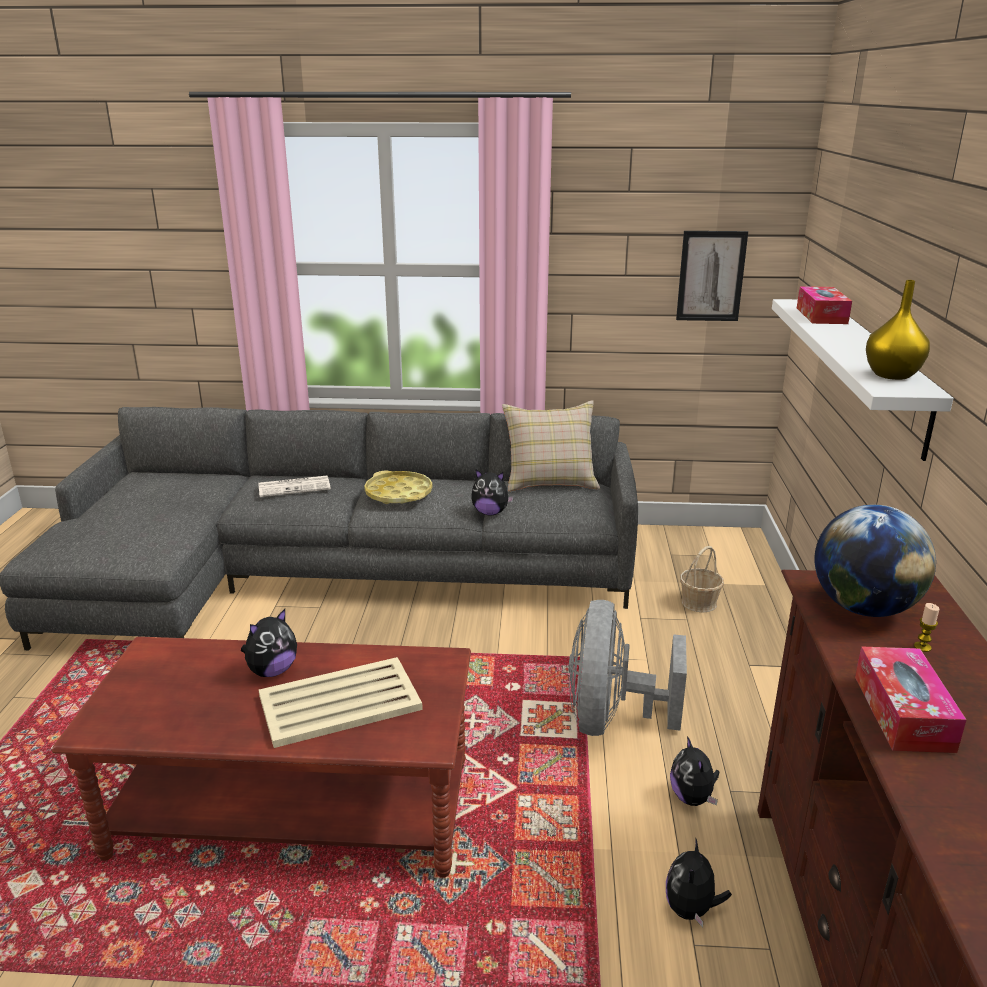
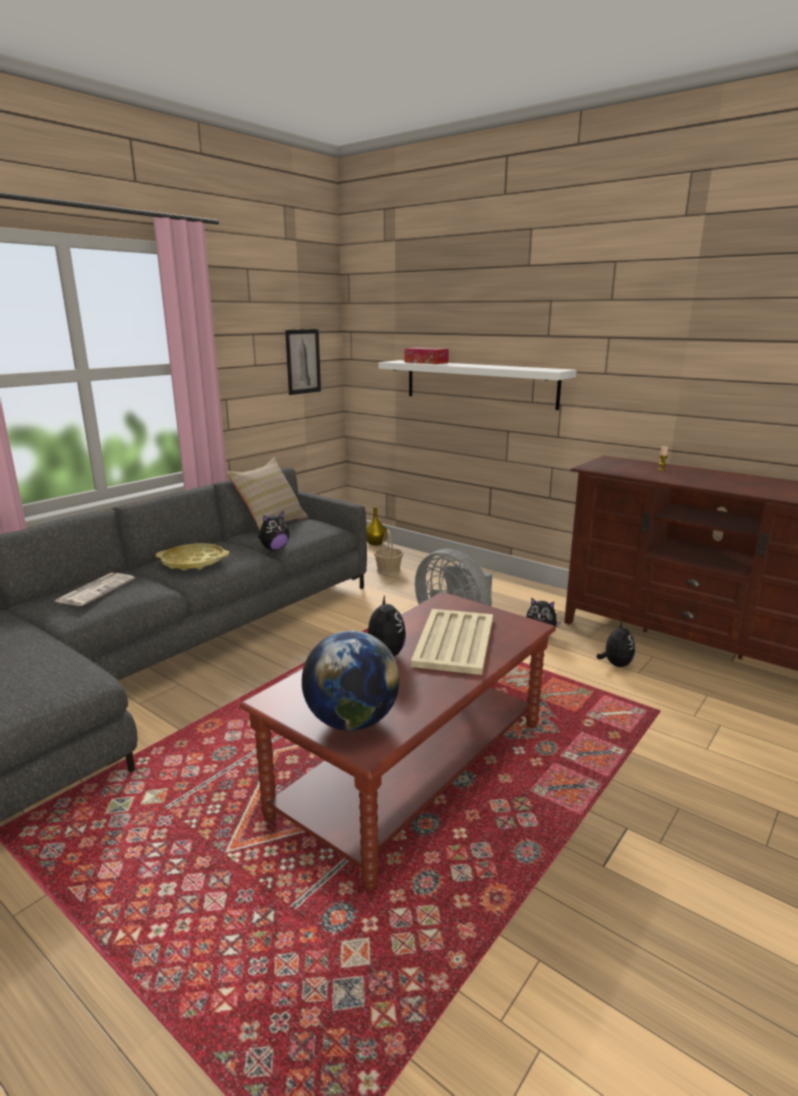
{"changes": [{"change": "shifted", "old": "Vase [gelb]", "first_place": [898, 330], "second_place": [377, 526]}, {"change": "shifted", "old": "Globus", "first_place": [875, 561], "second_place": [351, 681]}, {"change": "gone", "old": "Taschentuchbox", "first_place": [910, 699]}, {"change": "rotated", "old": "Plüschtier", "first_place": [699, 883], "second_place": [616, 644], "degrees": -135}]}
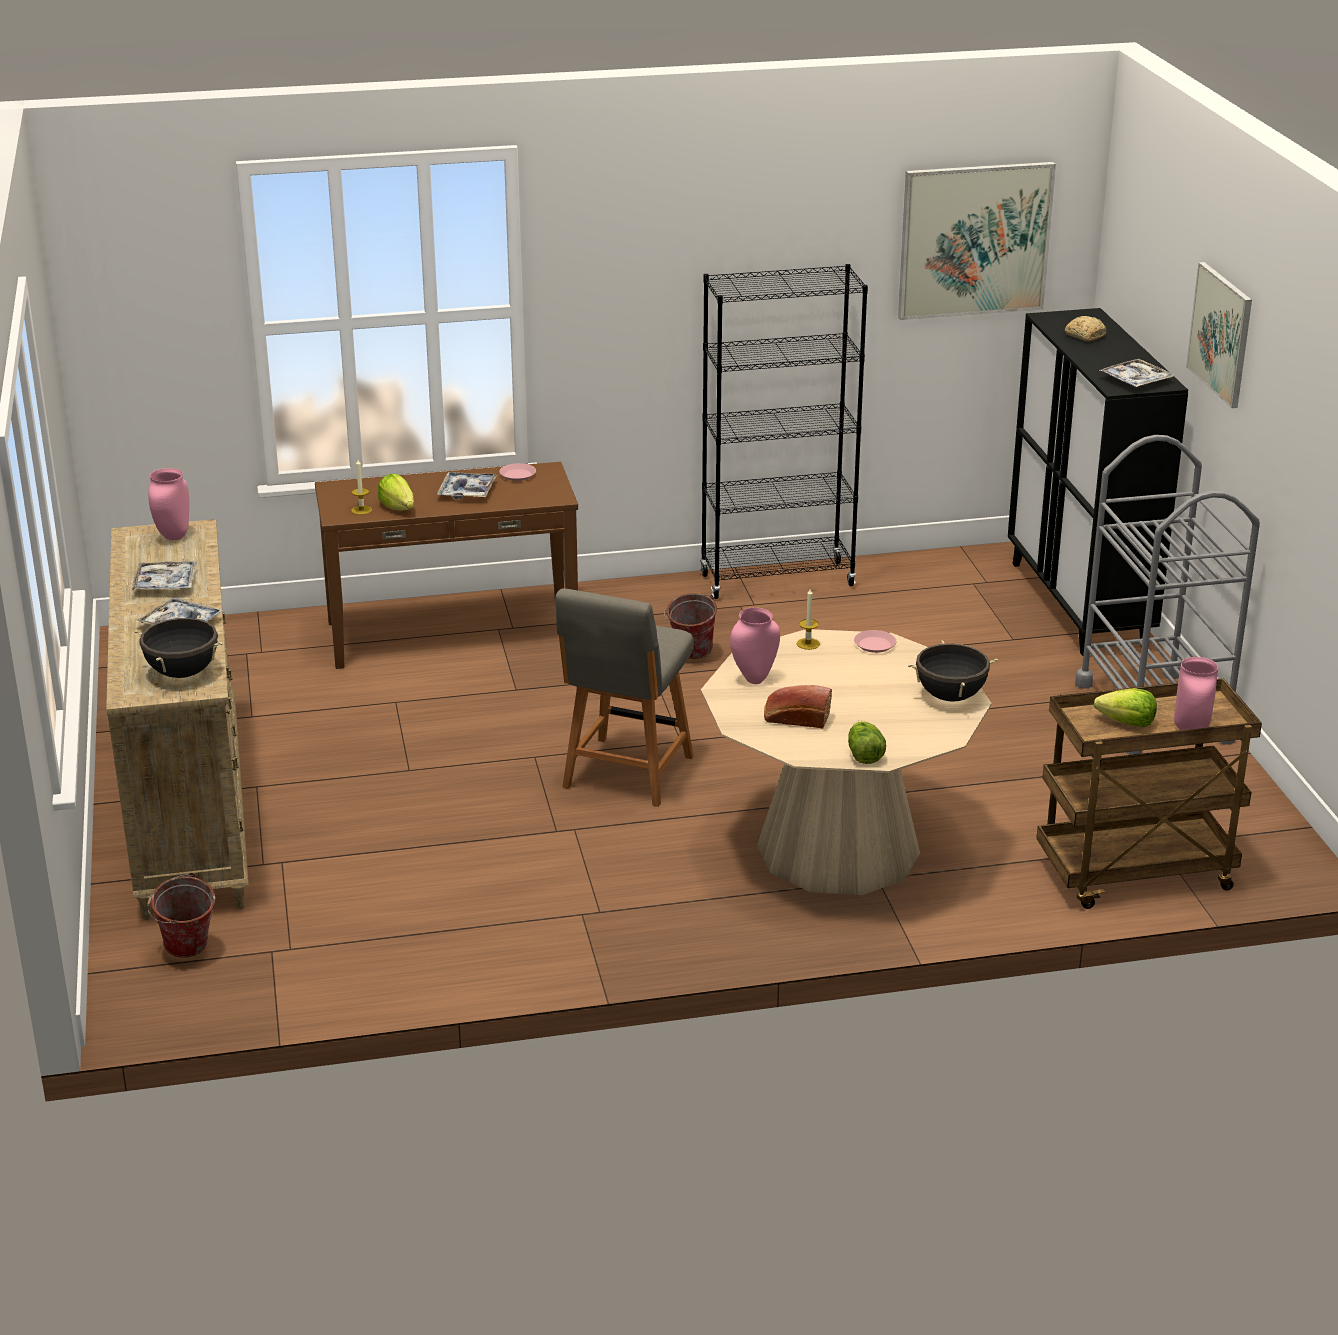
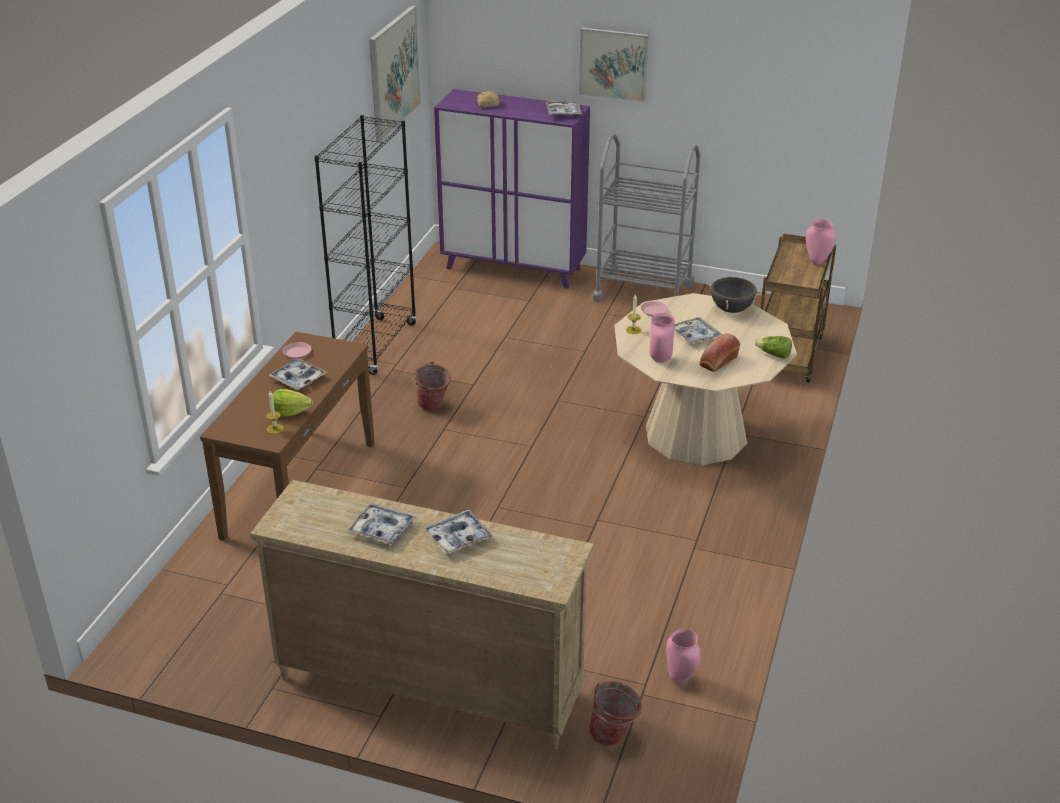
{"changes": [{"change": "repainted", "old": "Schrank [schwarz]", "new": "Schrank [lila]", "first_place": [1098, 482], "second_place": [512, 189]}, {"change": "shifted", "old": "Vase [rosa]", "first_place": [168, 504], "second_place": [683, 656]}, {"change": "gone", "old": "Stuhl [grau]", "first_place": [624, 697]}, {"change": "gone", "old": "Kochtopf [schwarz]", "first_place": [179, 646]}, {"change": "gone", "old": "Salatkopf", "first_place": [1125, 707]}, {"change": "new", "new": "Tablett", "second_place": [698, 330]}]}
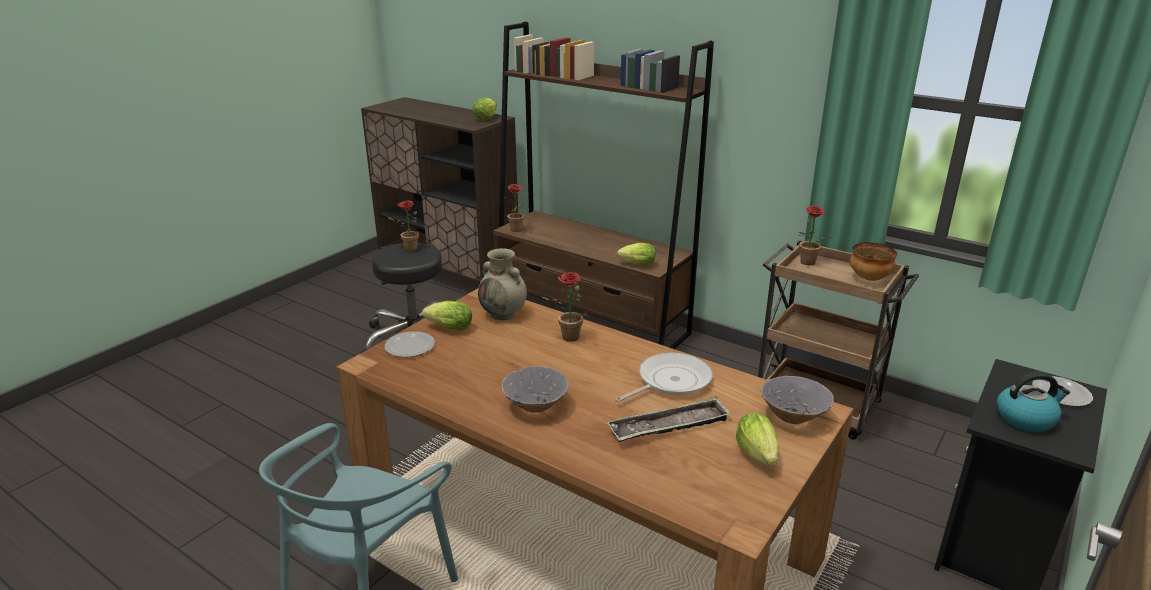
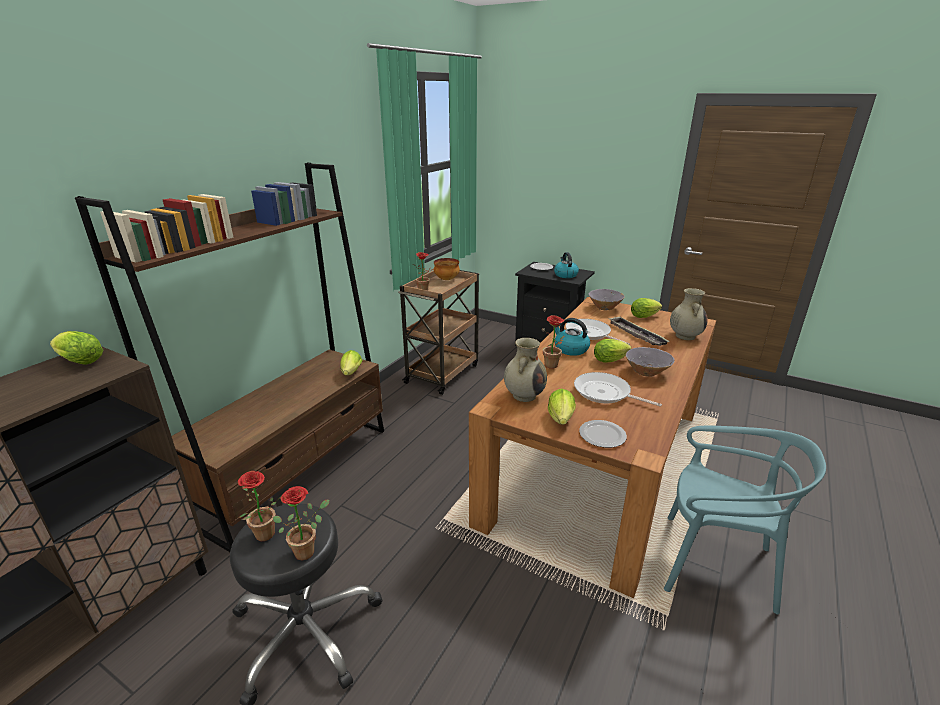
{"changes": [{"change": "shifted", "old": "Topfpflanze", "first_place": [515, 208], "second_place": [301, 523]}, {"change": "new", "new": "Vase [beige]", "second_place": [689, 314]}, {"change": "new", "new": "Wasserkessel", "second_place": [571, 337]}, {"change": "new", "new": "Salatkopf", "second_place": [613, 351]}, {"change": "new", "new": "Pfanne", "second_place": [618, 389]}]}
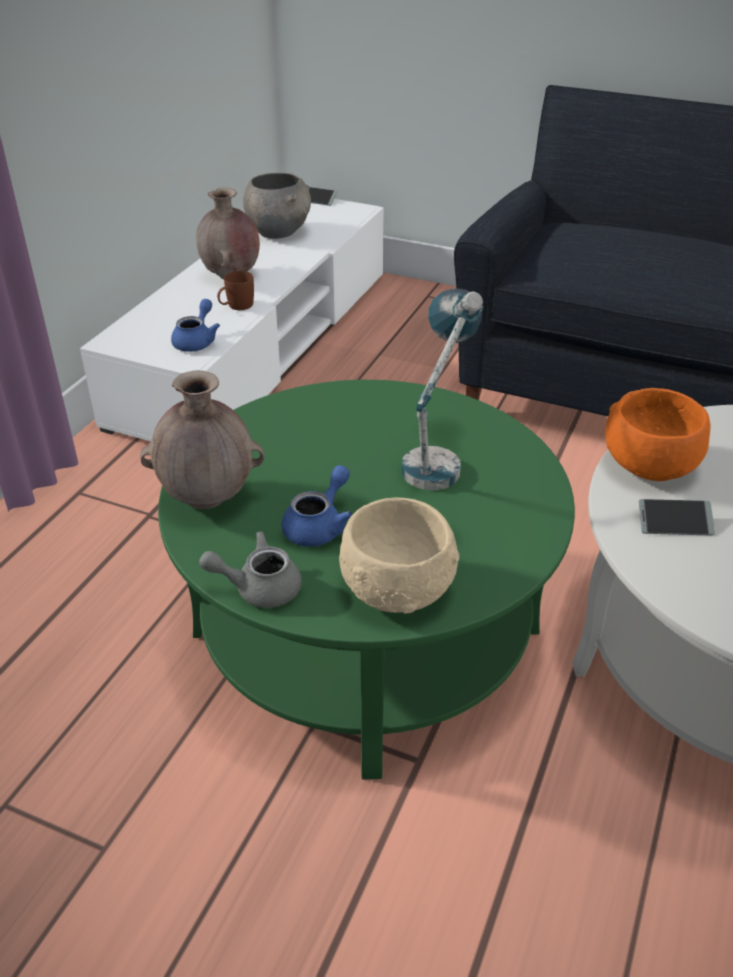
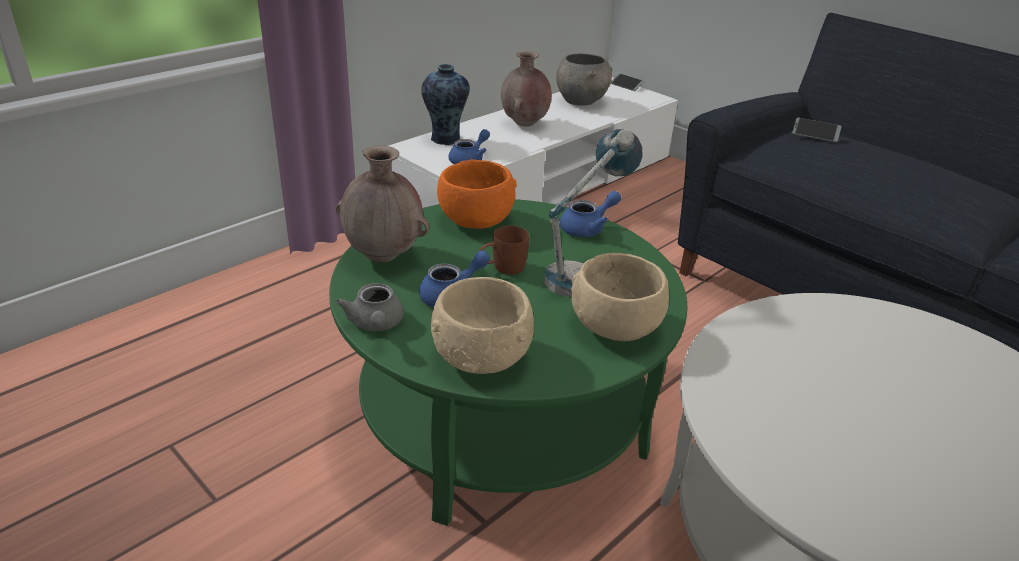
{"changes": [{"change": "shifted", "old": "Henkelbecher [braun]", "first_place": [235, 290], "second_place": [504, 250]}, {"change": "shifted", "old": "Schüssel [orange]", "first_place": [658, 434], "second_place": [477, 194]}, {"change": "shifted", "old": "Handy", "first_place": [677, 517], "second_place": [817, 130]}, {"change": "rotated", "old": "Teekanne [grau]", "first_place": [250, 569], "second_place": [370, 307], "degrees": -120}, {"change": "new", "new": "Vase", "second_place": [445, 104]}, {"change": "new", "new": "Teekanne [blau]", "second_place": [590, 214]}, {"change": "new", "new": "Schüssel [beige]", "second_place": [620, 297]}]}
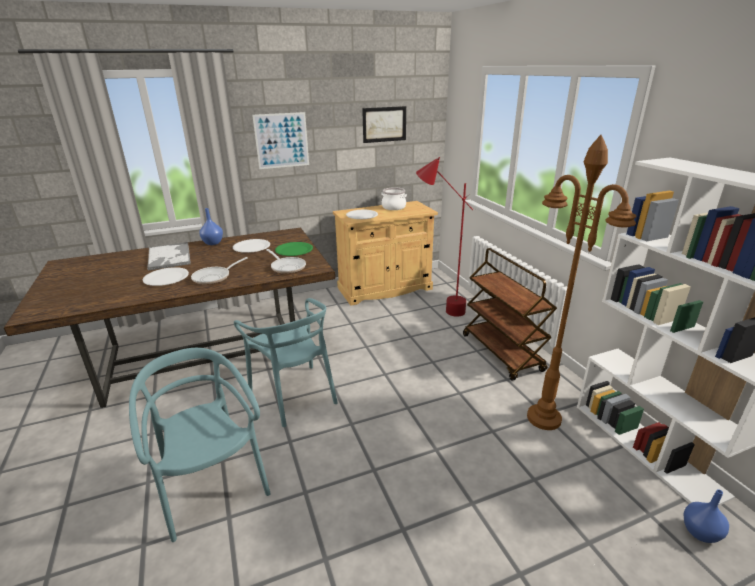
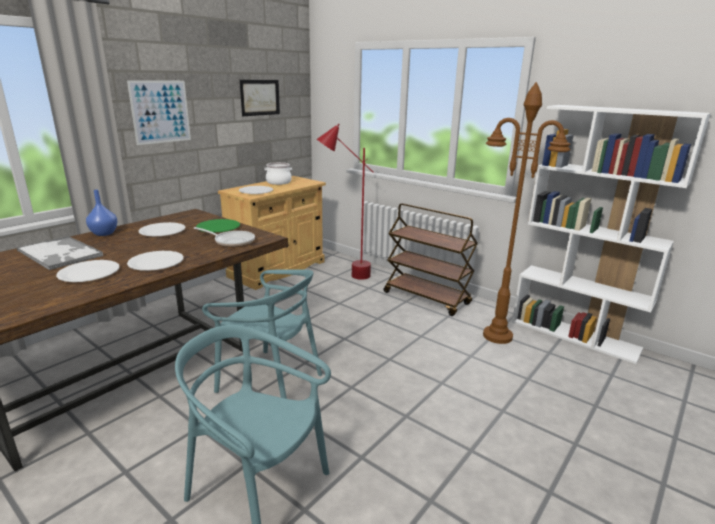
{"changes": [{"change": "swapped", "old": "Pfanne", "new": "Teller [weiß]", "first_place": [219, 271], "second_place": [155, 261]}, {"change": "gone", "old": "Vase [blau]", "first_place": [706, 516]}]}
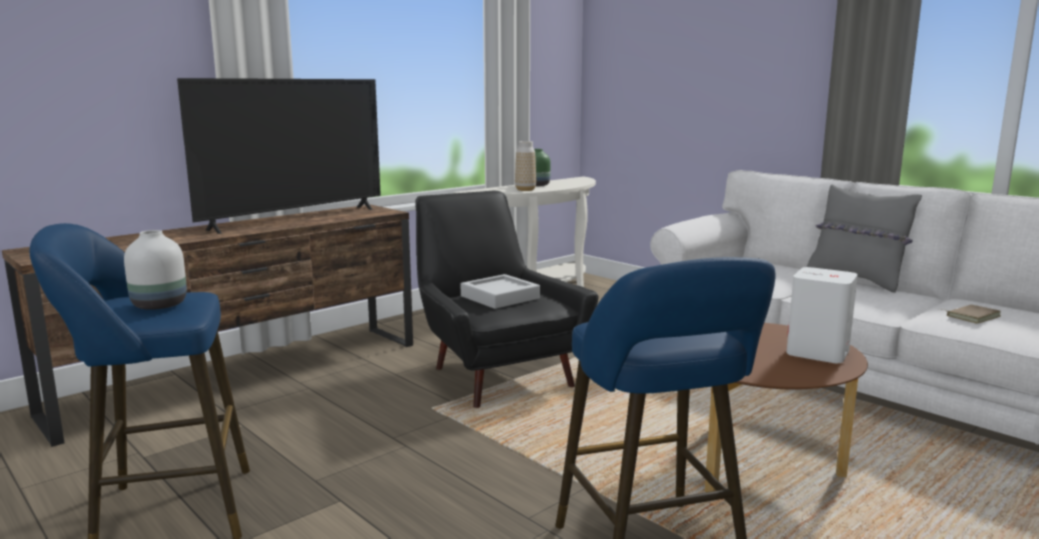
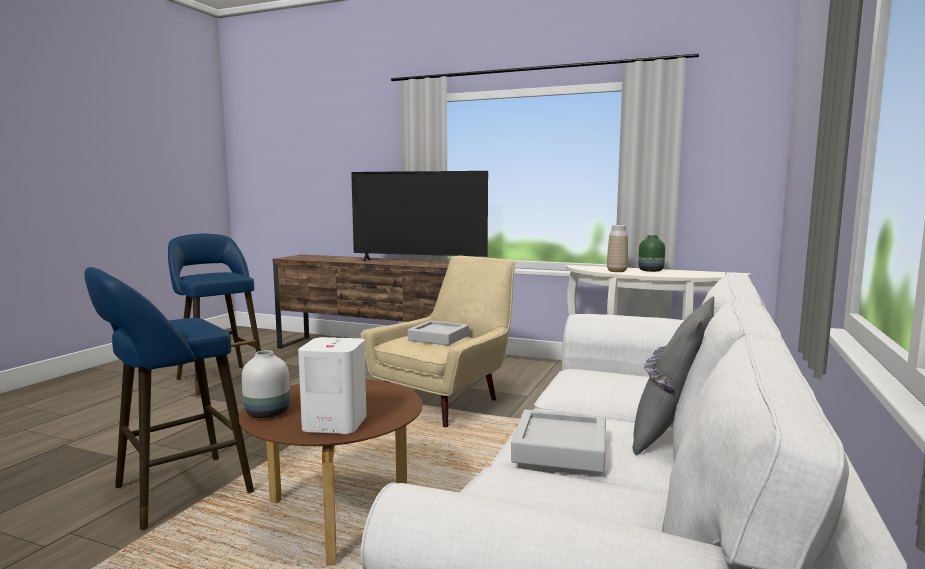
{"changes": [{"change": "repainted", "old": "Sessel [schwarz]", "new": "Sessel [beige]", "first_place": [507, 299], "second_place": [438, 341]}, {"change": "shifted", "old": "Vase [weiß]", "first_place": [155, 270], "second_place": [266, 384]}, {"change": "gone", "old": "Buch [braun]", "first_place": [969, 314]}, {"change": "new", "new": "Tablett [grau]", "second_place": [558, 441]}]}
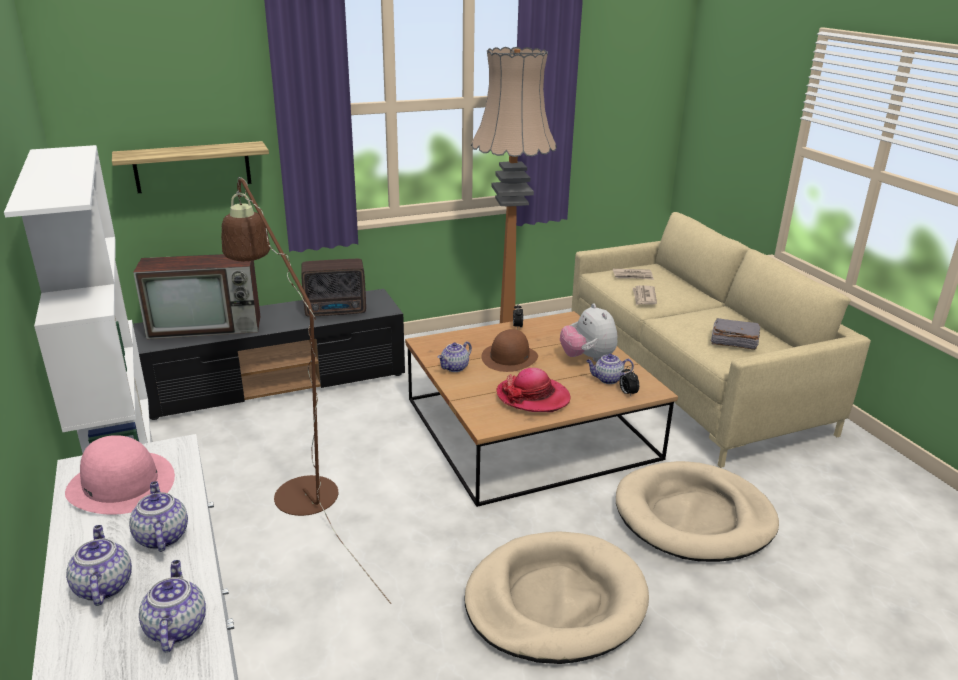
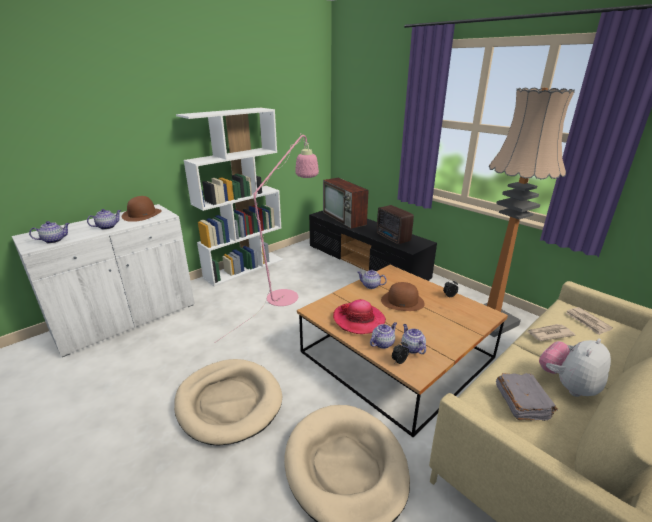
{"changes": [{"change": "gone", "old": "Wandregal", "first_place": [190, 167]}, {"change": "repainted", "old": "Stehlampe [braun]", "new": "Stehlampe [rosa]", "first_place": [306, 390], "second_place": [267, 237]}, {"change": "shifted", "old": "Plüschtier", "first_place": [588, 332], "second_place": [575, 367]}, {"change": "repainted", "old": "Hut [rosa]", "new": "Hut [braun]", "first_place": [120, 475], "second_place": [142, 209]}, {"change": "shifted", "old": "Teekanne", "first_place": [99, 565], "second_place": [383, 335]}]}
